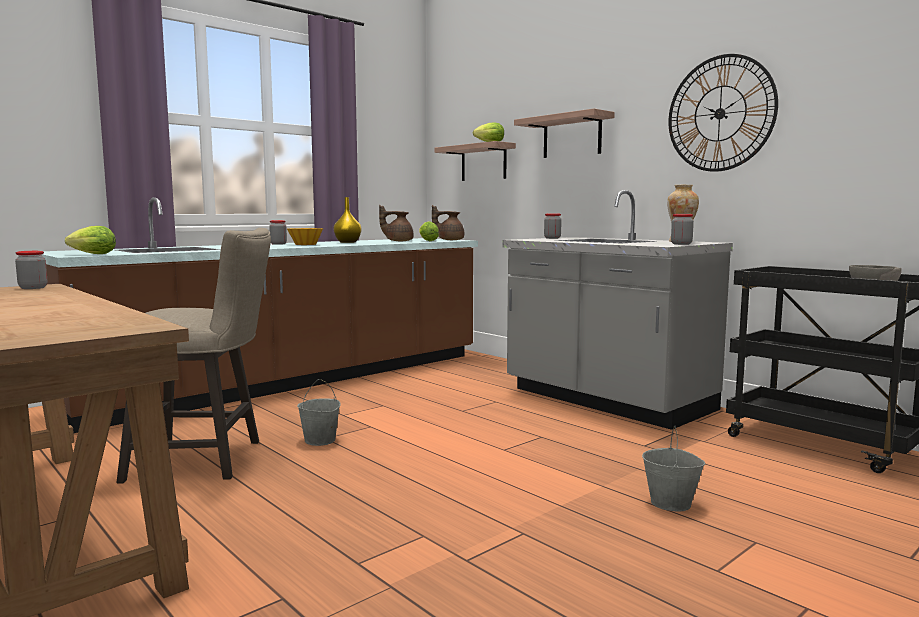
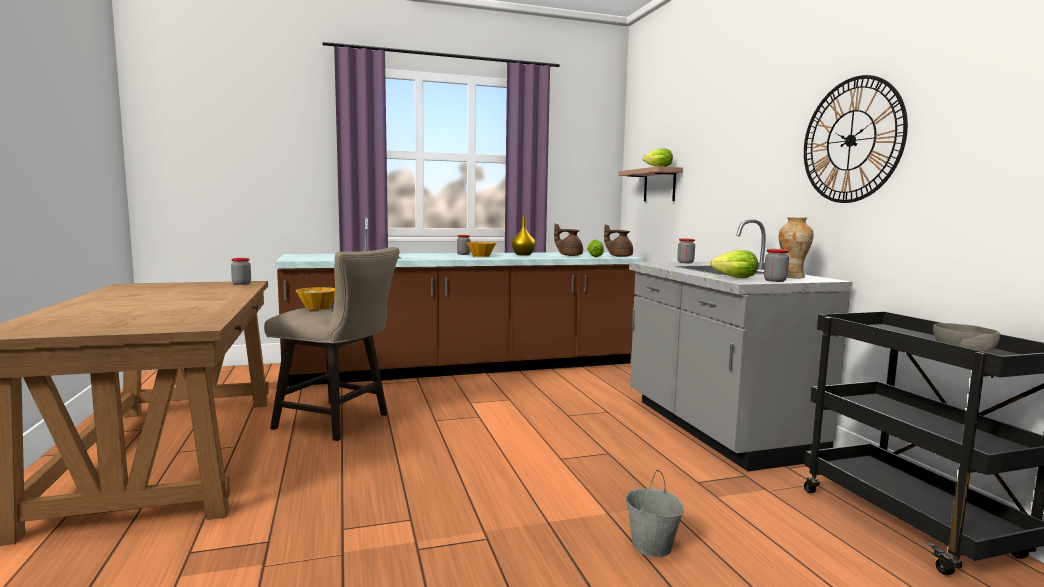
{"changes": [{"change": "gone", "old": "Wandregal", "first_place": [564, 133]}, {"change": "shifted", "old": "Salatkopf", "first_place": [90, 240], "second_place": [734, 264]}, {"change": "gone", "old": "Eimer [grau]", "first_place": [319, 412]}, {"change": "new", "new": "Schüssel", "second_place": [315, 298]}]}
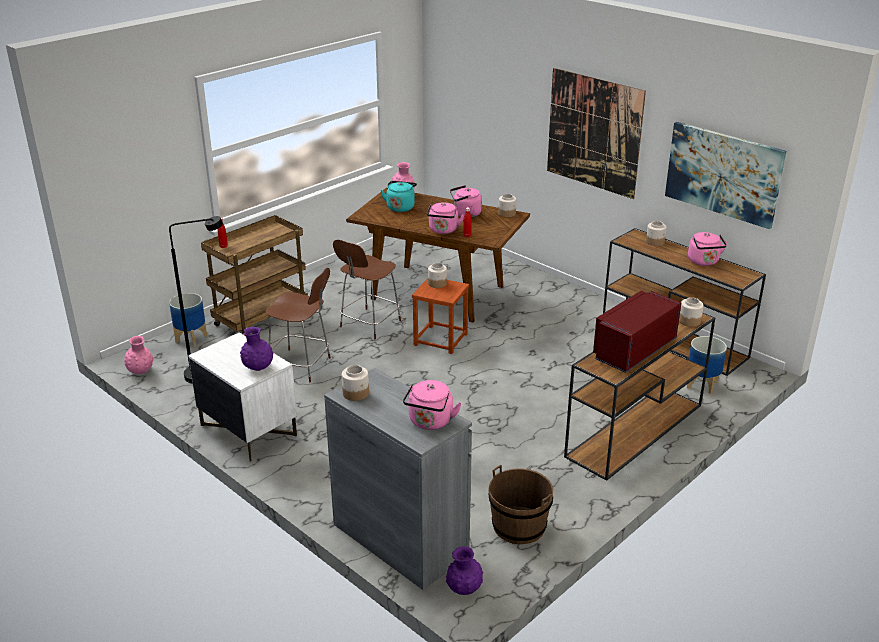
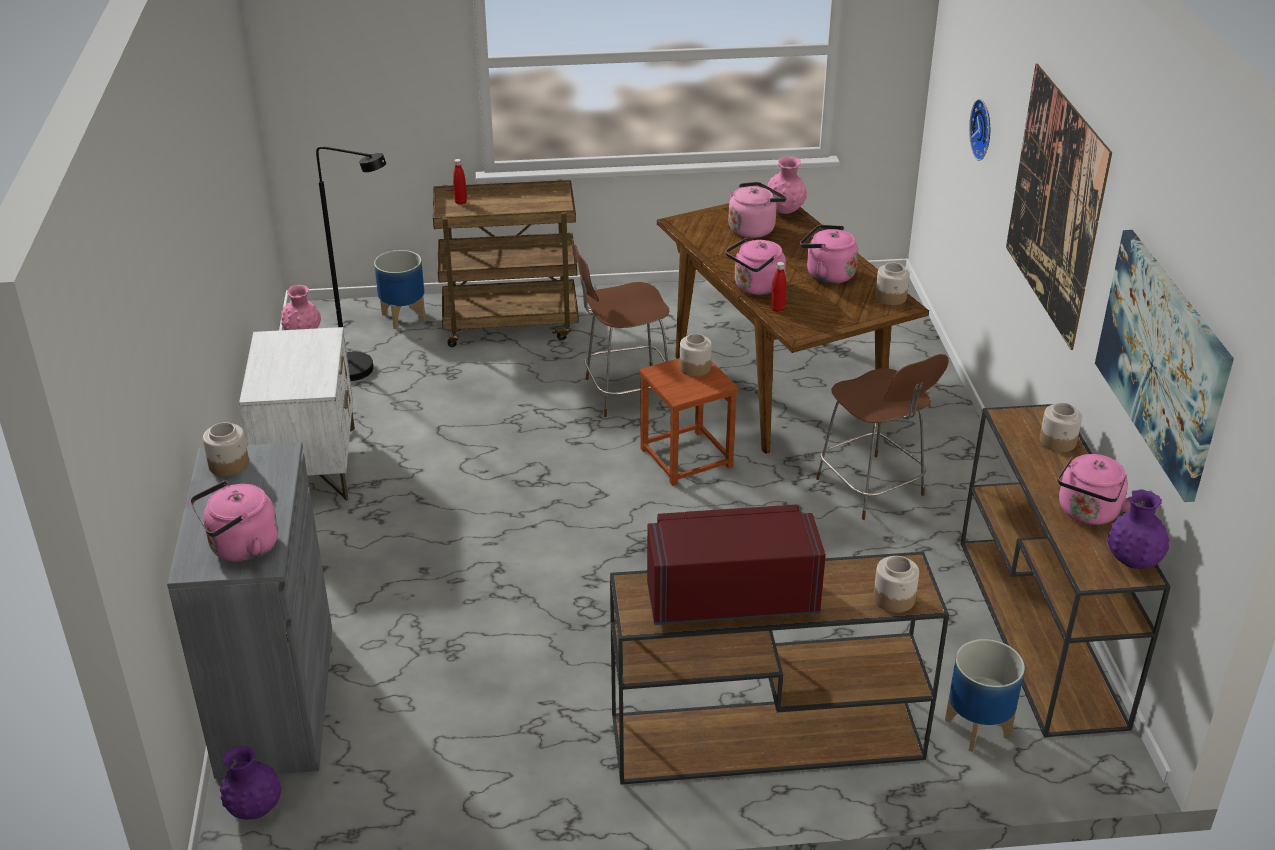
{"changes": [{"change": "repainted", "old": "Wasserkessel [türkis]", "new": "Wasserkessel [rosa]", "first_place": [399, 196], "second_place": [757, 210]}, {"change": "shifted", "old": "Hocker [braun]", "first_place": [298, 325], "second_place": [882, 437]}, {"change": "shifted", "old": "Vase [lila]", "first_place": [256, 349], "second_place": [1138, 529]}, {"change": "gone", "old": "Eimer [braun]", "first_place": [520, 504]}, {"change": "new", "new": "Wanduhr", "second_place": [979, 130]}]}
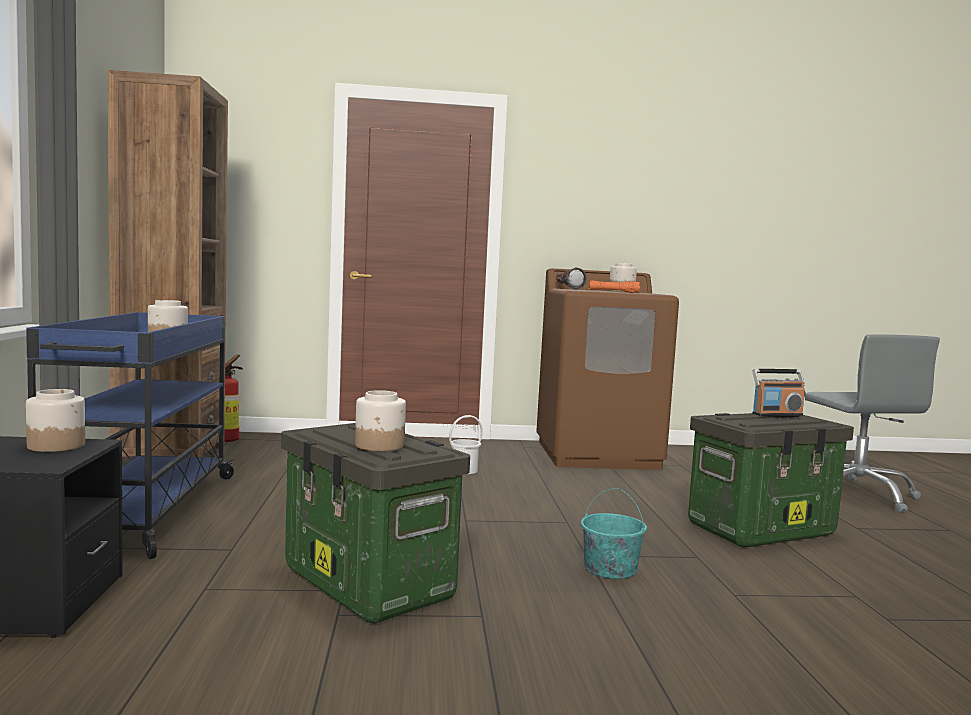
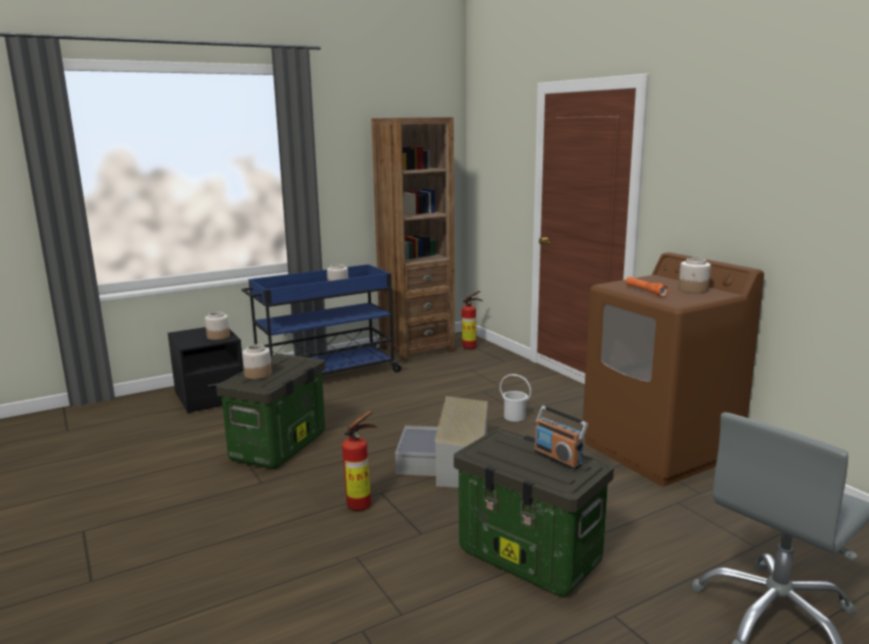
{"changes": [{"change": "gone", "old": "Taschenlampe", "first_place": [571, 278]}, {"change": "swapped", "old": "Eimer [türkis]", "new": "Feuerlöscher", "first_place": [614, 533], "second_place": [359, 460]}, {"change": "new", "new": "Aufbewahrungsbox [grau]", "second_place": [441, 442]}]}
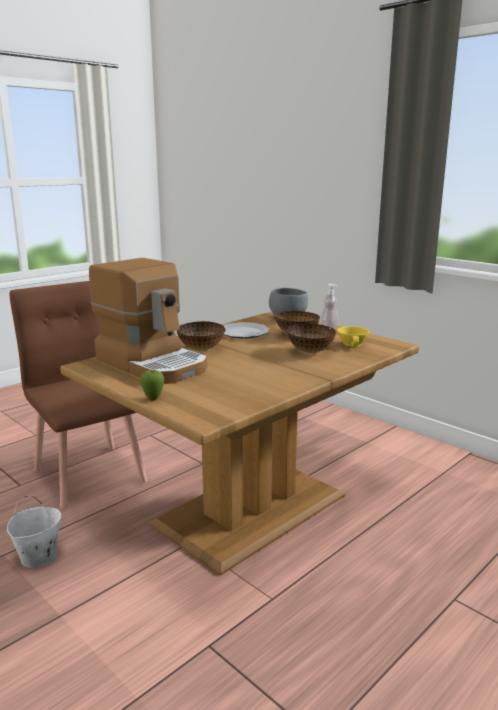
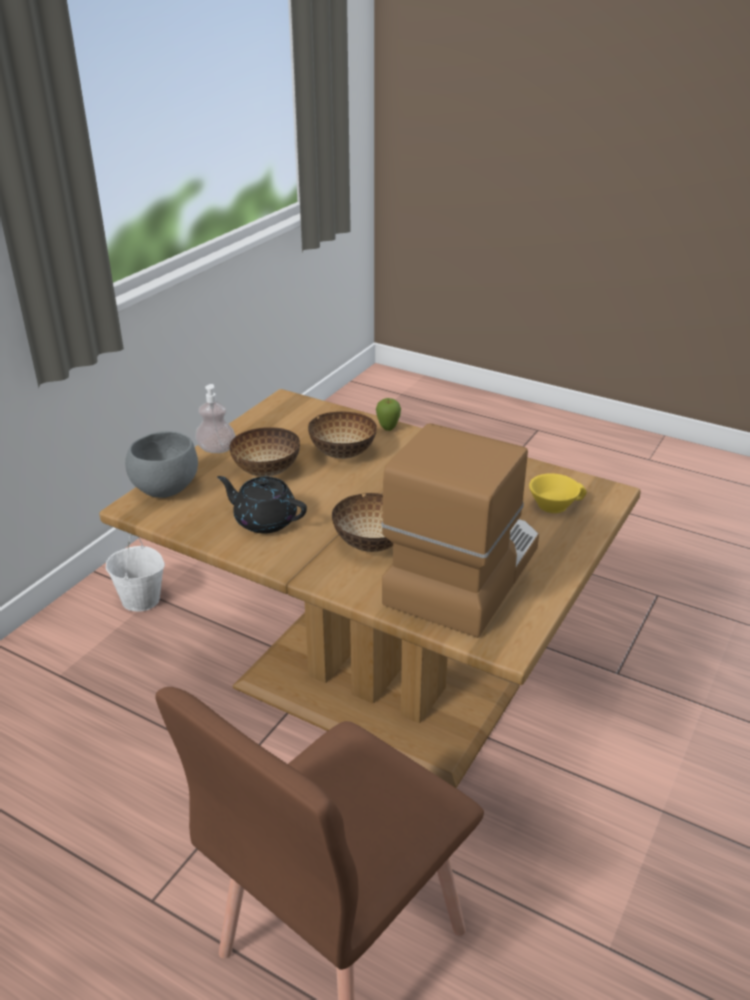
{"changes": [{"change": "swapped", "old": "Teller", "new": "Teekanne [schwarz]", "first_place": [246, 330], "second_place": [262, 505]}, {"change": "shifted", "old": "Tasse [gelb]", "first_place": [353, 336], "second_place": [558, 493]}, {"change": "shifted", "old": "Apfel", "first_place": [152, 385], "second_place": [388, 414]}, {"change": "shifted", "old": "Eimer [weiß]", "first_place": [34, 531], "second_place": [135, 573]}]}
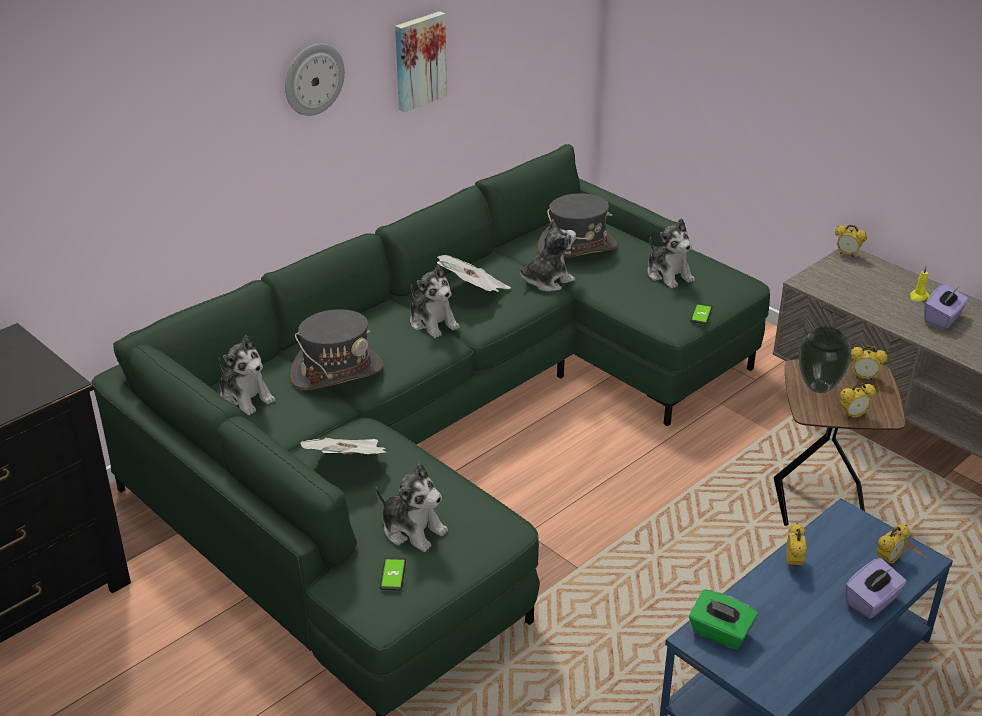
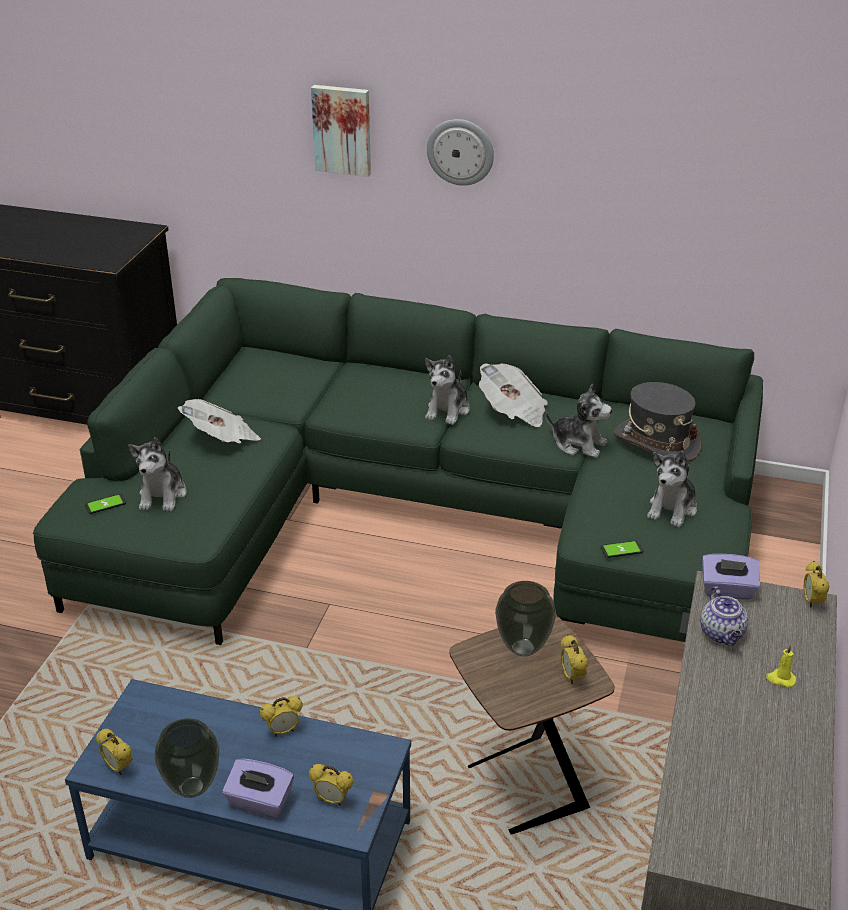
{"changes": [{"change": "shifted", "old": "Bild", "first_place": [421, 61], "second_place": [341, 131]}, {"change": "shifted", "old": "Taschentuchbox [lila]", "first_place": [946, 306], "second_place": [731, 577]}, {"change": "gone", "old": "Hut [grau]", "first_place": [336, 349]}, {"change": "gone", "old": "Plüschtier", "first_place": [247, 375]}, {"change": "shifted", "old": "Wecker", "first_place": [858, 401], "second_place": [114, 752]}, {"change": "gone", "old": "Taschentuchbox [grün]", "first_place": [723, 619]}, {"change": "new", "new": "Teekanne", "second_place": [724, 616]}, {"change": "new", "new": "Vase", "second_place": [187, 758]}]}
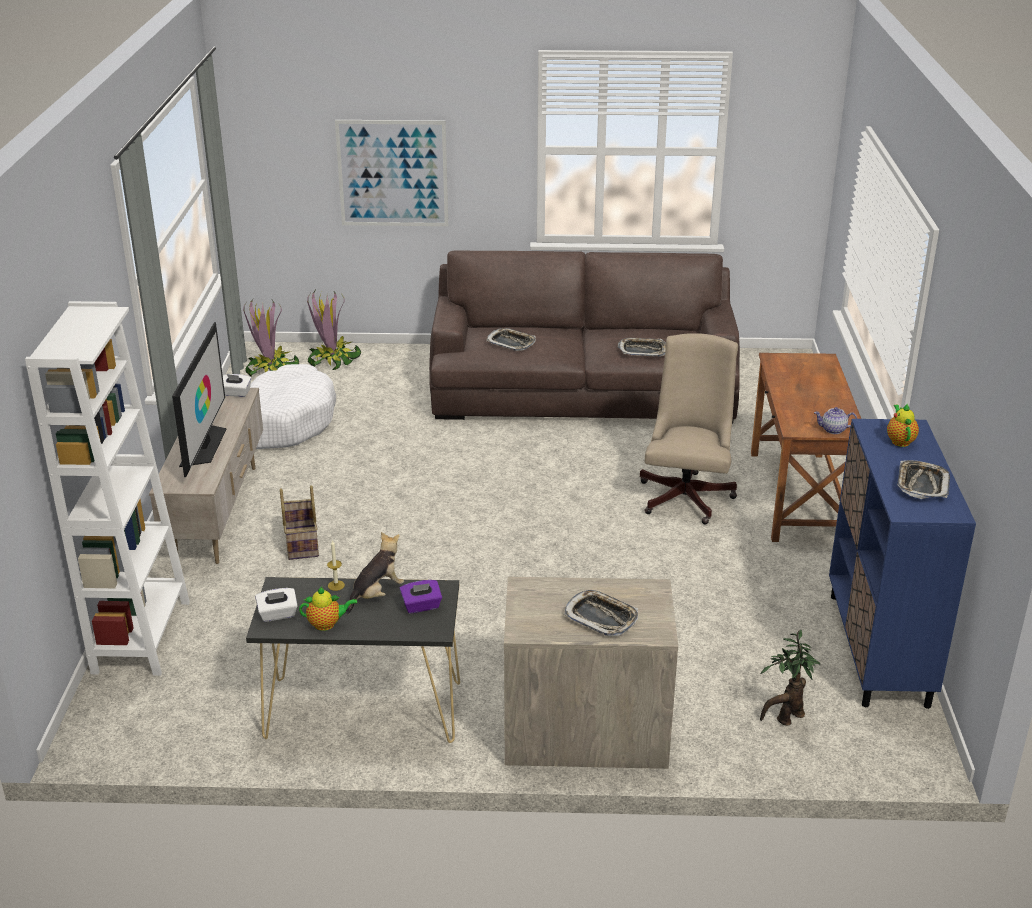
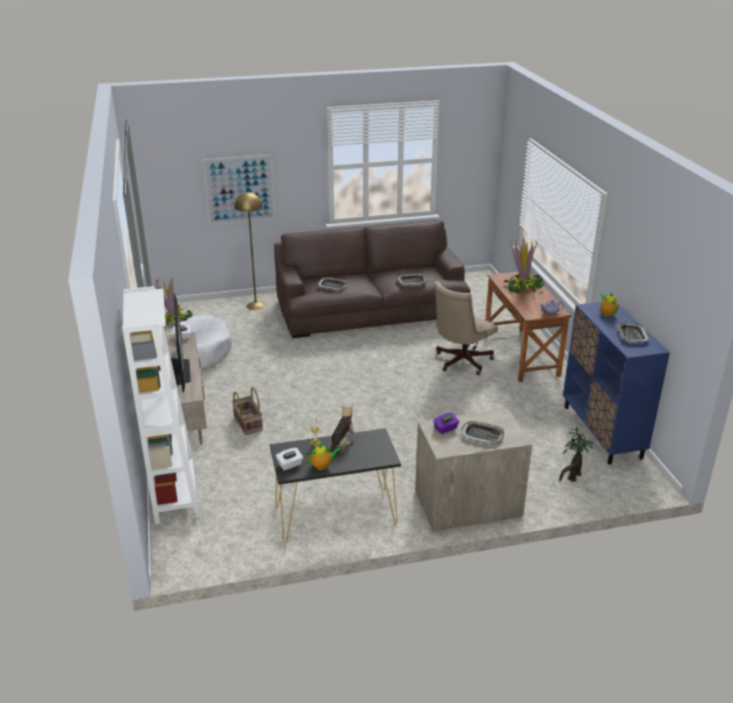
{"changes": [{"change": "shifted", "old": "Topfpflanze", "first_place": [334, 331], "second_place": [524, 265]}, {"change": "rotated", "old": "Bürostuhl [beige]", "first_place": [689, 428], "second_place": [466, 328], "degrees": -135}, {"change": "shifted", "old": "Taschentuchbox [lila]", "first_place": [421, 597], "second_place": [446, 423]}, {"change": "new", "new": "Stehlampe [gelb]", "second_place": [250, 251]}]}
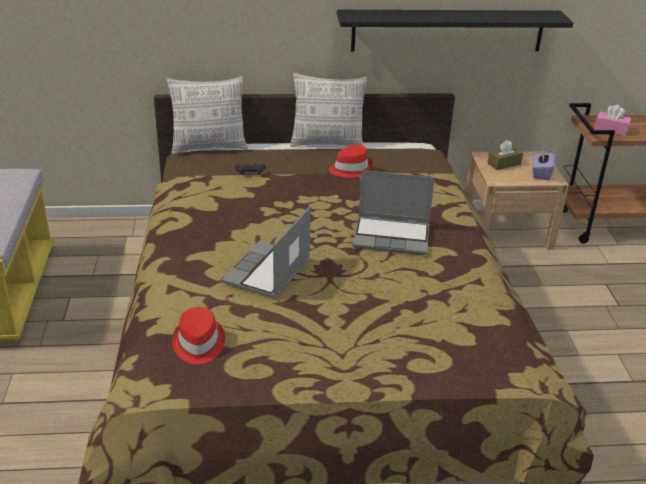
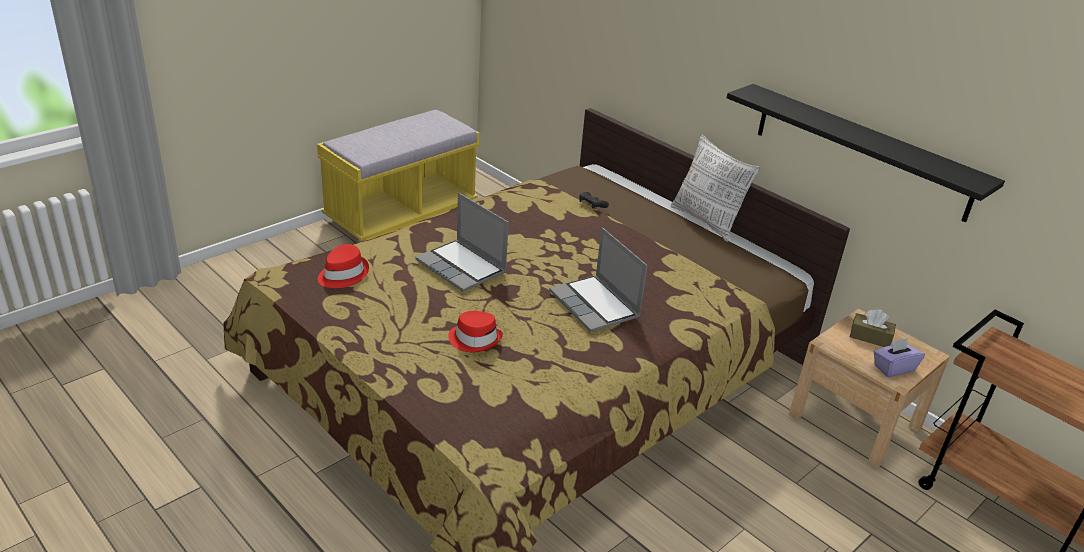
{"changes": [{"change": "gone", "old": "Kissen", "first_place": [207, 115]}, {"change": "gone", "old": "Taschentuchbox [rosa]", "first_place": [612, 120]}, {"change": "shifted", "old": "Hut [rot]", "first_place": [351, 161], "second_place": [475, 331]}, {"change": "rotated", "old": "Laptop", "first_place": [266, 252], "second_place": [462, 242], "degrees": -120}]}
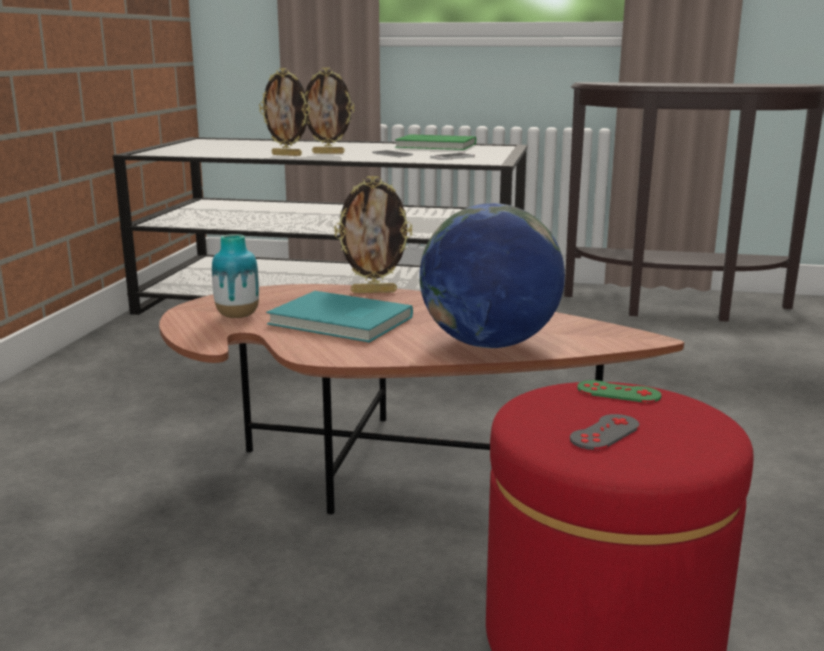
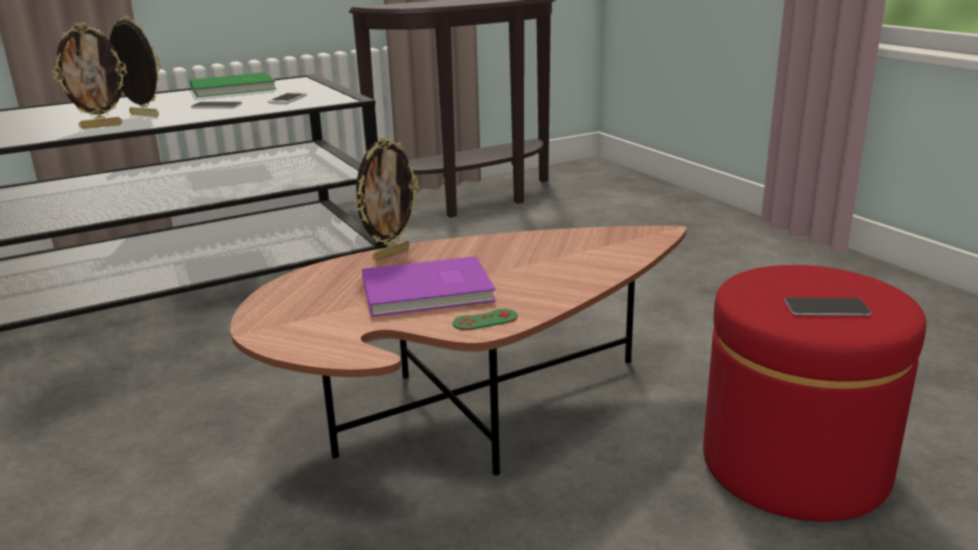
{"changes": [{"change": "rotated", "old": "Bilderrahmen", "first_place": [330, 111], "second_place": [135, 66], "degrees": -120}, {"change": "gone", "old": "Globus", "first_place": [492, 275]}, {"change": "gone", "old": "Vase", "first_place": [235, 276]}, {"change": "repainted", "old": "Buch [türkis]", "new": "Buch [lila]", "first_place": [339, 317], "second_place": [429, 286]}, {"change": "shifted", "old": "Gamepad [grün]", "first_place": [619, 391], "second_place": [485, 319]}, {"change": "swapped", "old": "Gamepad [grau]", "new": "Handy", "first_place": [605, 432], "second_place": [828, 307]}]}
